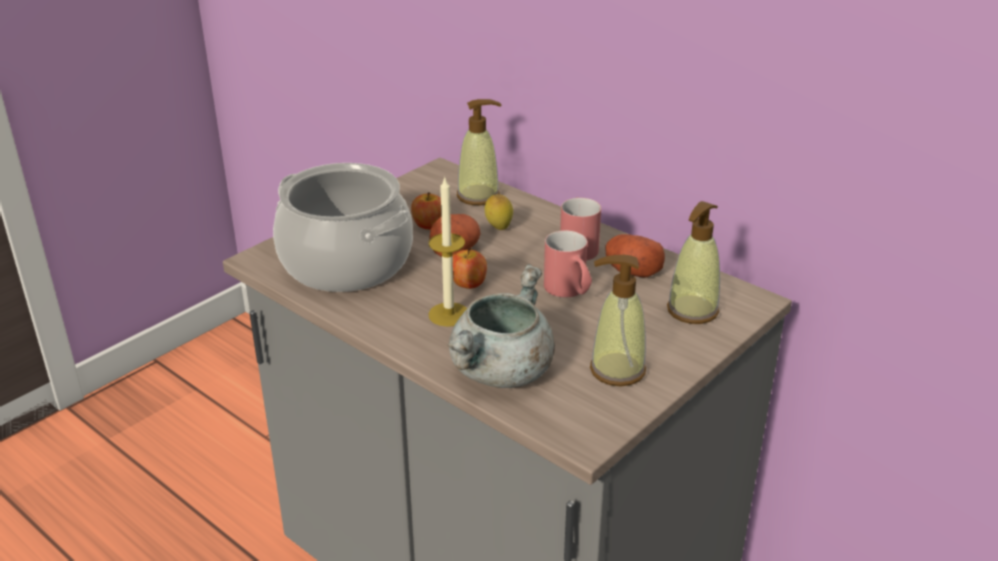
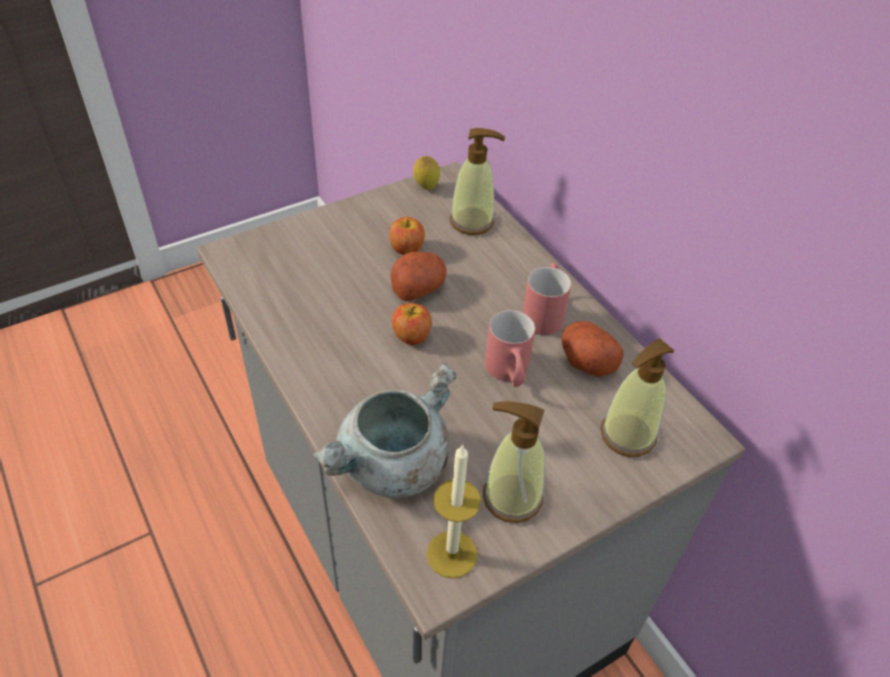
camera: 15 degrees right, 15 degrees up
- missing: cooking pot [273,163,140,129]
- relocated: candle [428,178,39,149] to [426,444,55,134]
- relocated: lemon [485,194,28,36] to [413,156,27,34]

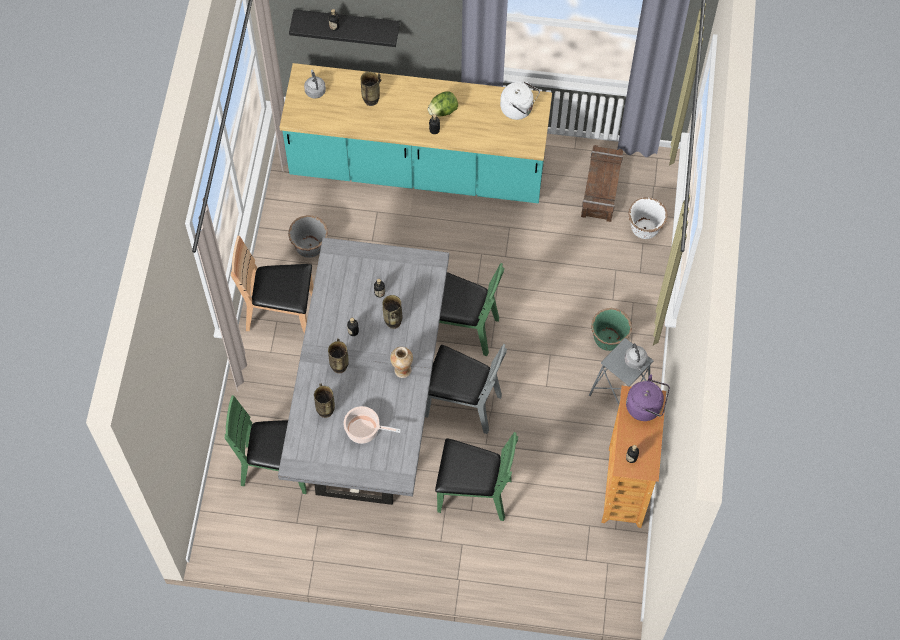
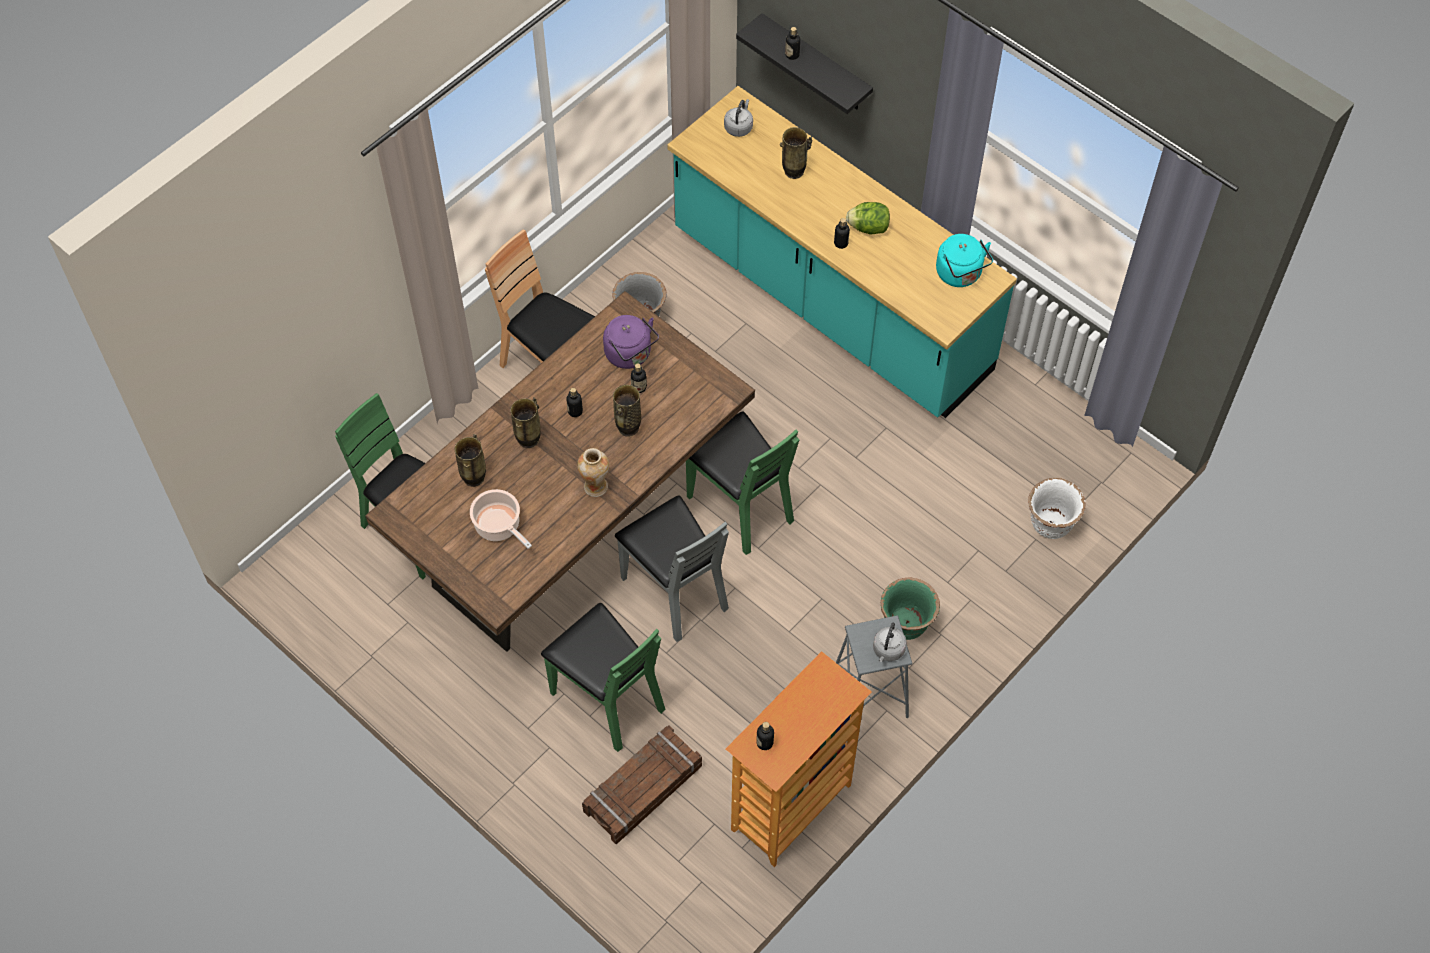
camera: 35 degrees right, 5 degrees down
- colour: kettle/white [500,80,40,40] to kettle/turquoise [936,234,57,53]
- relocated: crate [581,145,42,77] to [582,725,120,119]
- colour: dining table/grey [278,238,171,267] to dining table/brown [365,291,390,361]
- relocated: kettle/purple [626,374,44,47] to [603,315,56,54]

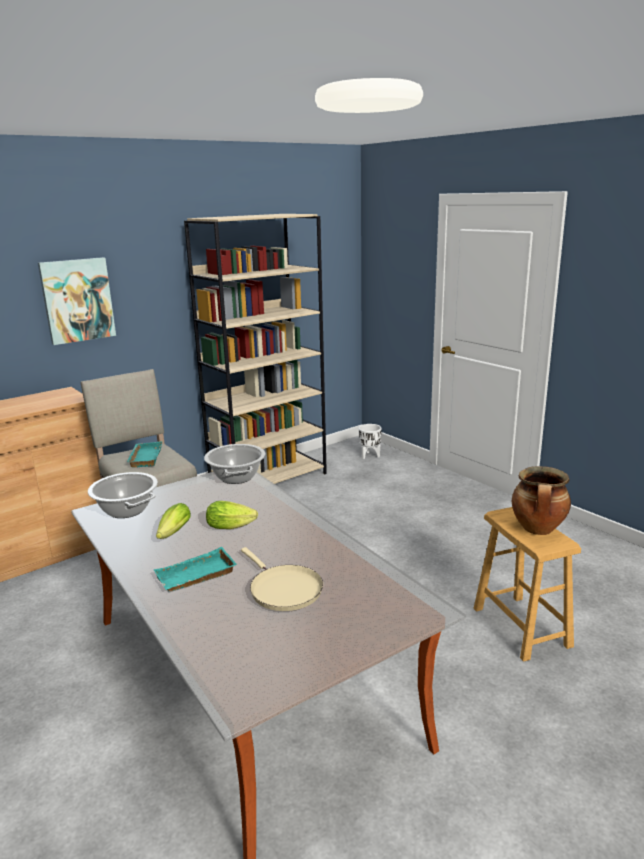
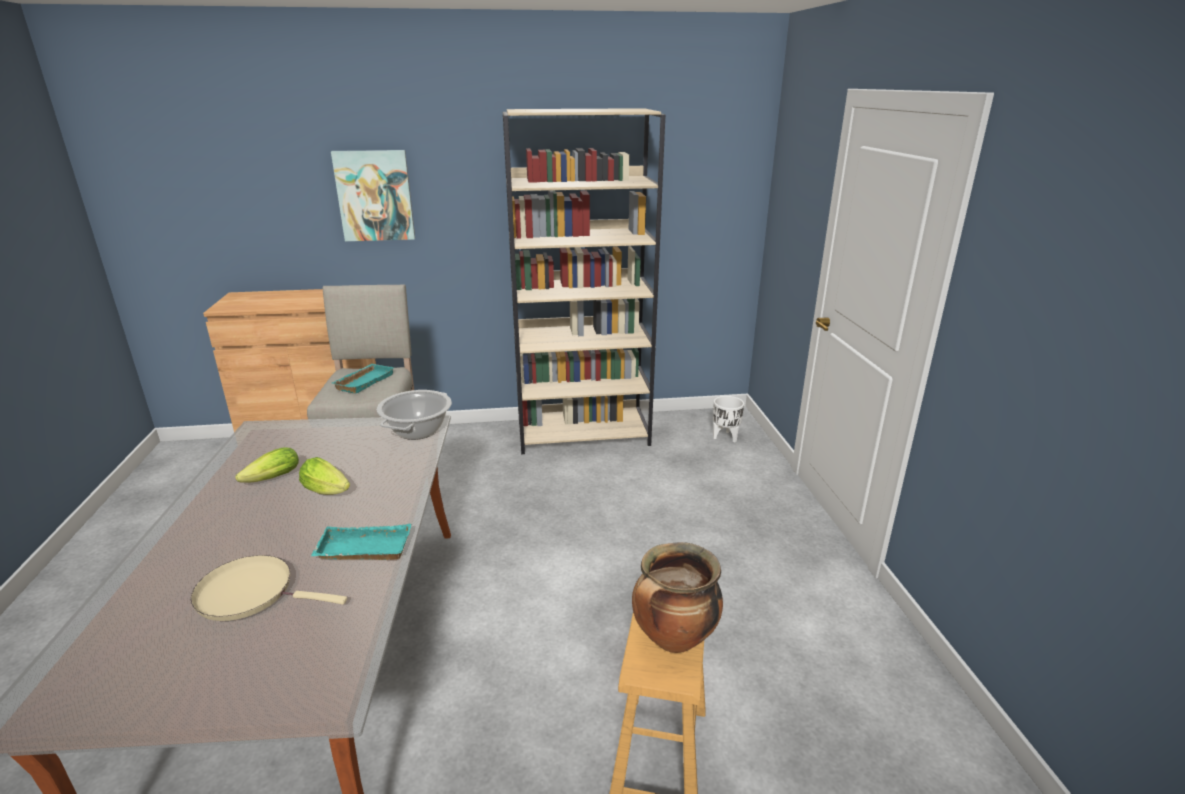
camera: 30 degrees right, 5 degrees up
- missing: cooking pot [88,472,70,46]
- relocated: tray/turquoise [154,547,82,45] to [311,524,100,36]
- spun: frying pan/beige [241,547,82,64] = [190,555,157,66] 105 degrees clockwise

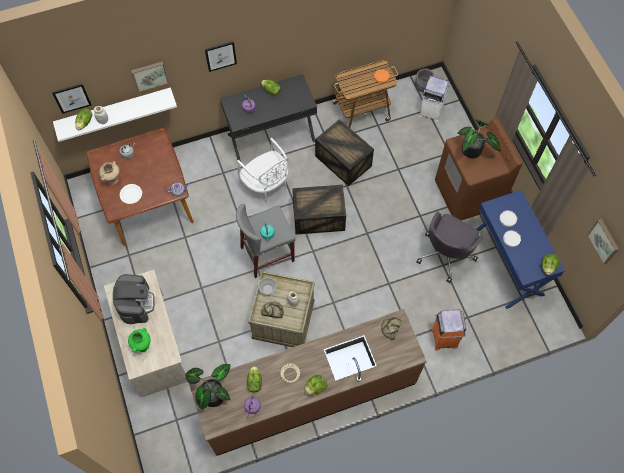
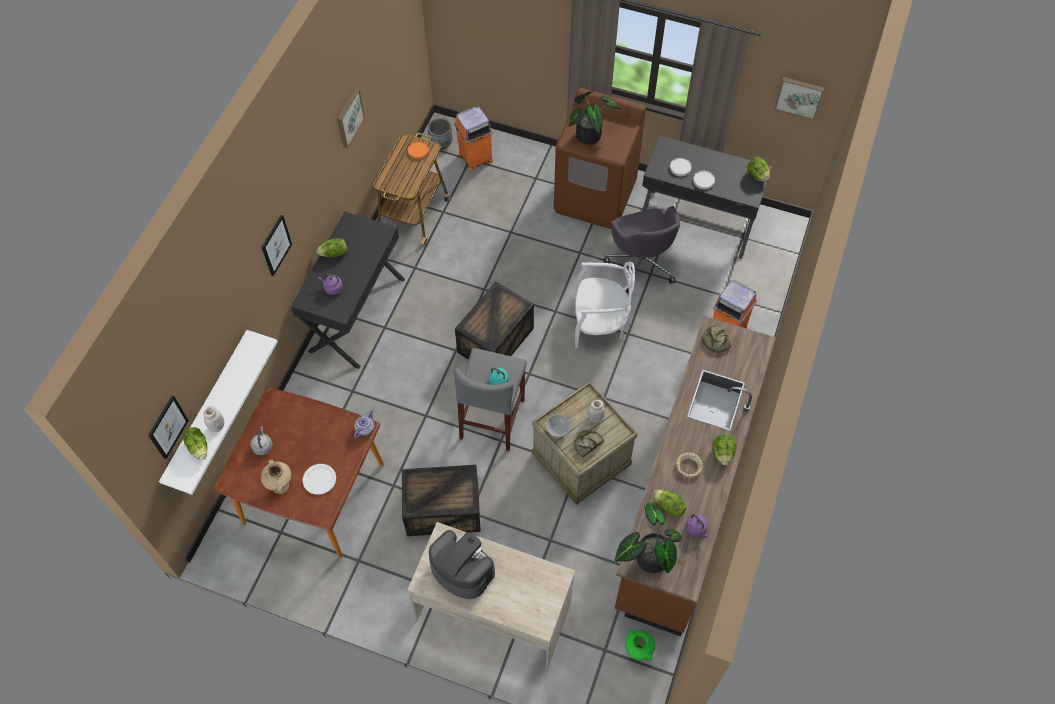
camera: 50 degrees left, 5 degrees down
- relocated: picture [131,62,38,30] to [337,89,28,59]
- colour: trash can/white [419,75,31,47] to trash can/orange [454,106,39,65]
- relocated: crate [315,119,59,67] to [402,465,79,71]
- relocated: chair/white [237,138,52,64] to [575,262,60,86]
- colour: desk/blue [477,190,88,119] to desk/black [642,136,130,123]
- relocated: vase/green [128,328,23,25] to [625,629,30,32]

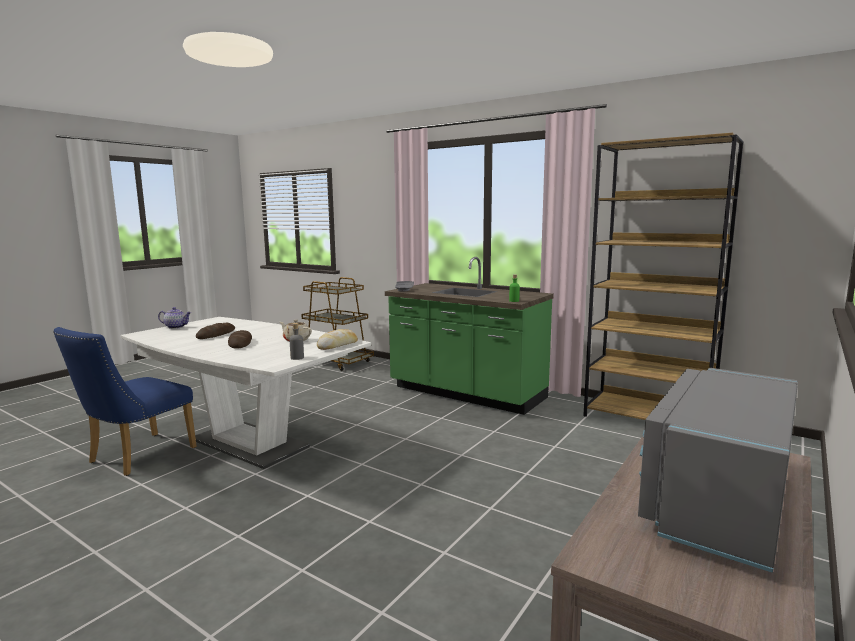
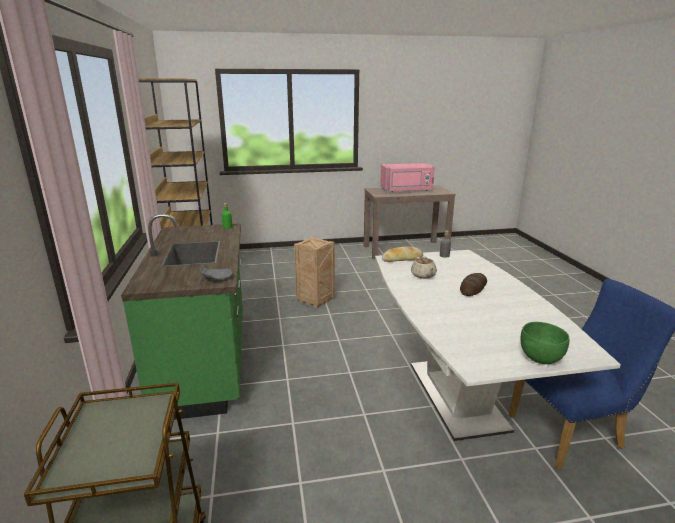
camera: 135 degrees left, 10 degrees up
- exchanged: teapot [158,307,33,22] to bowl/green [520,322,49,42]
- missing: bread [196,323,39,16]
- colour: microwave/grey [638,368,160,205] to microwave/pink [380,163,55,29]
- appeared: crate [294,237,41,71]

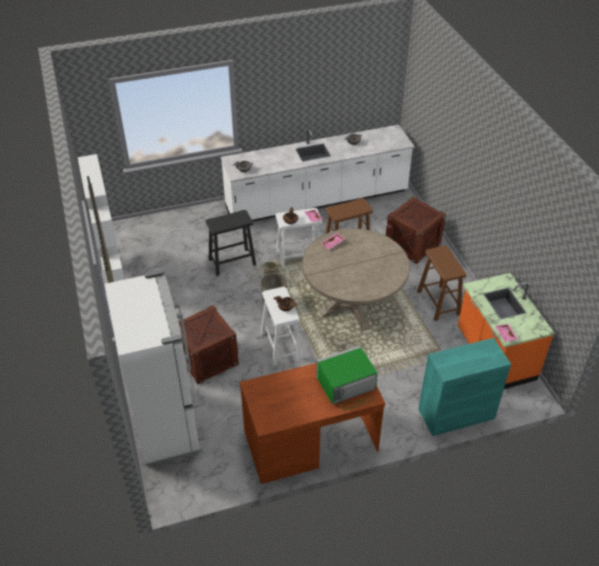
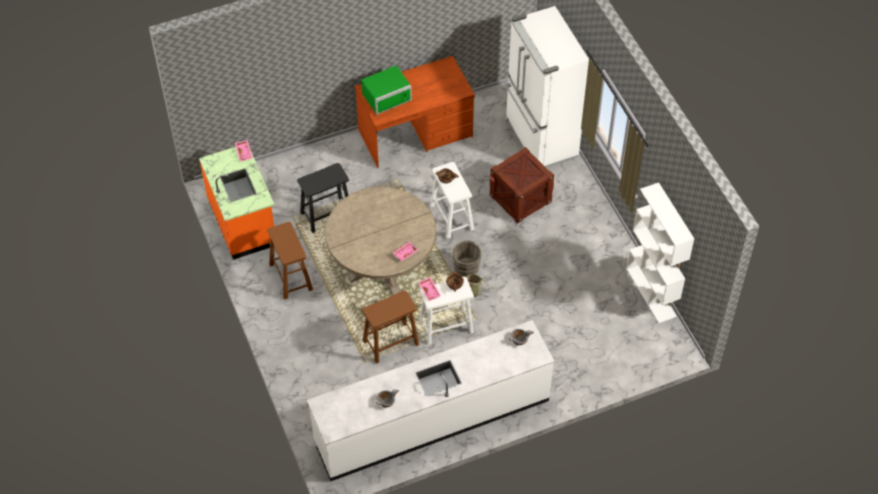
camera: 175 degrees right, 10 degrees up
- missing: crate [386,197,60,67]
- relocated: stool/black [205,210,51,66] to [297,163,52,70]
- missing: cabinet/turquoise [418,338,93,98]

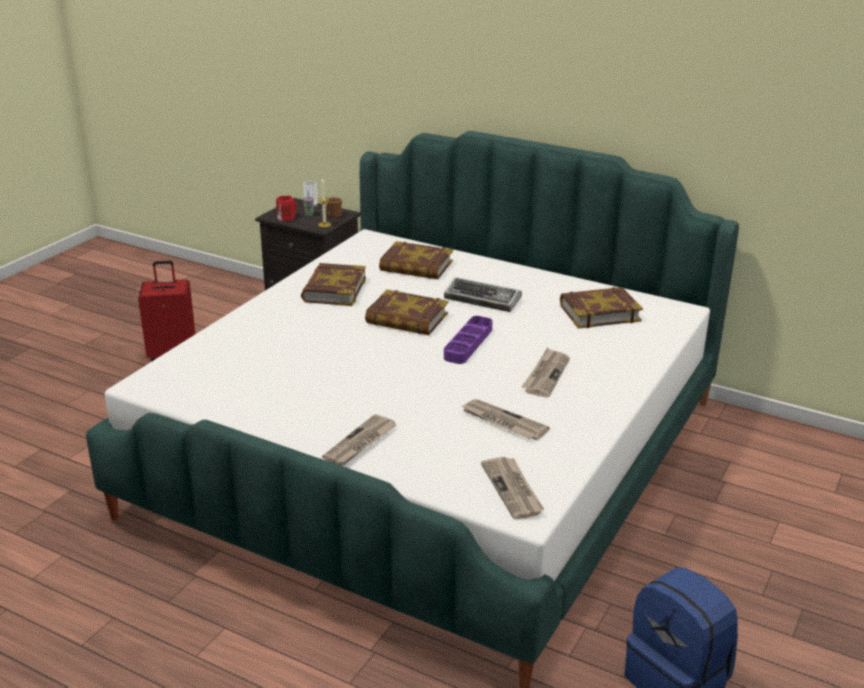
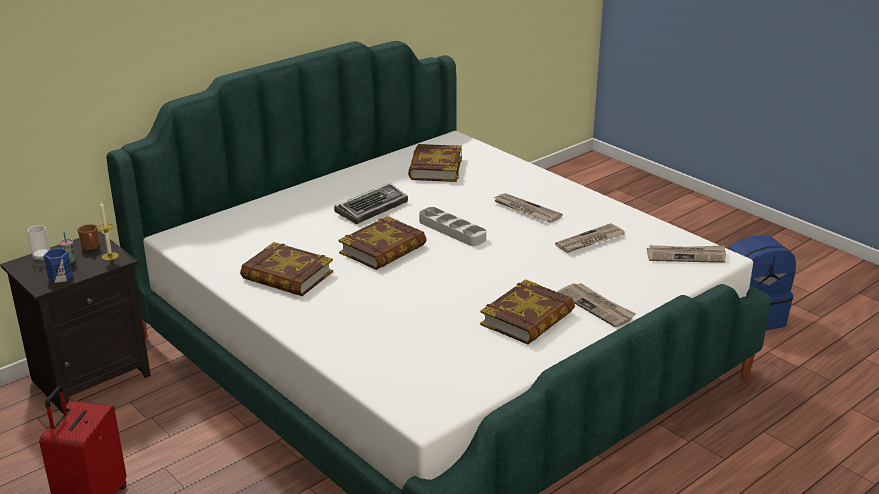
camera: 70 degrees left, 0 degrees up
- colour: mug/red [276,196,21,25] to mug/blue [44,248,29,35]
- relocated: book [379,241,74,38] to [480,279,95,65]
- colour: tray/purple [444,316,49,48] to tray/grey [419,207,67,39]

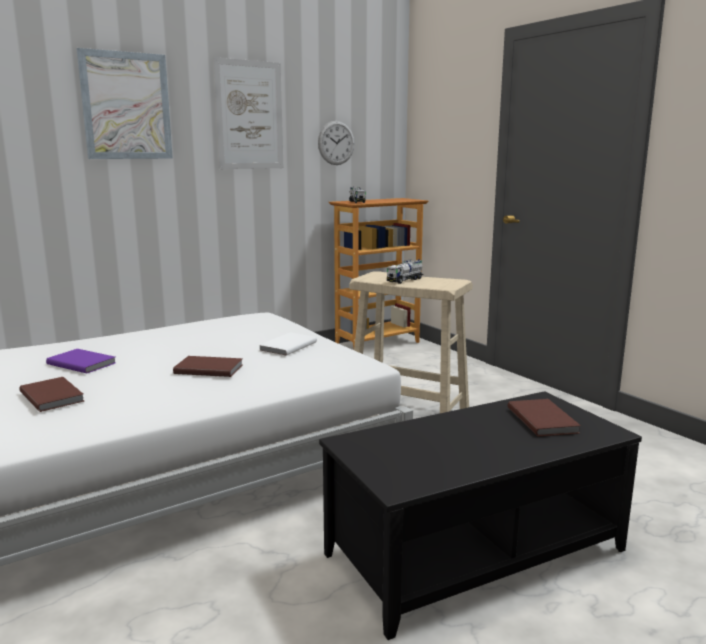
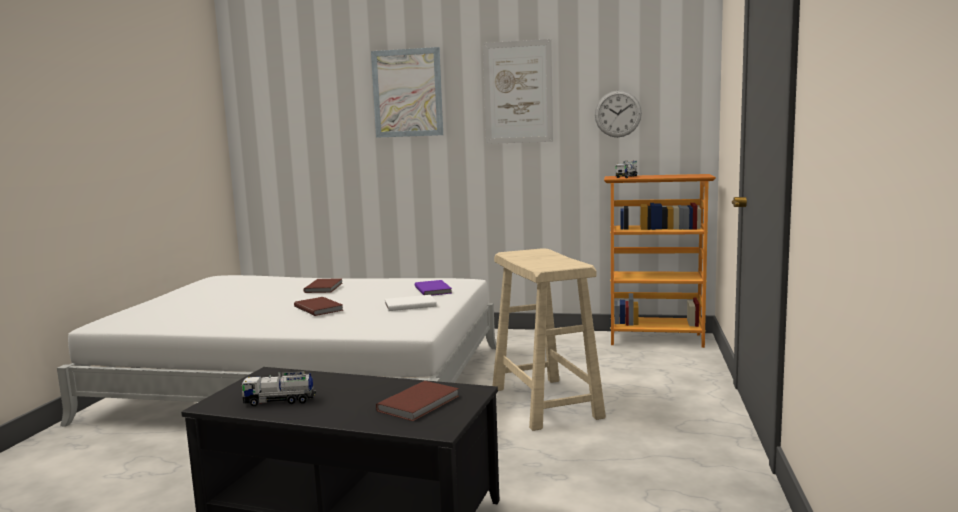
camera: 45 degrees right, 5 degrees down
- relocated: toy truck [387,259,37,25] to [242,371,74,35]
- relocated: book/purple [46,349,69,24] to [415,280,37,16]
- relocated: book/brown [19,377,65,35] to [303,278,40,15]

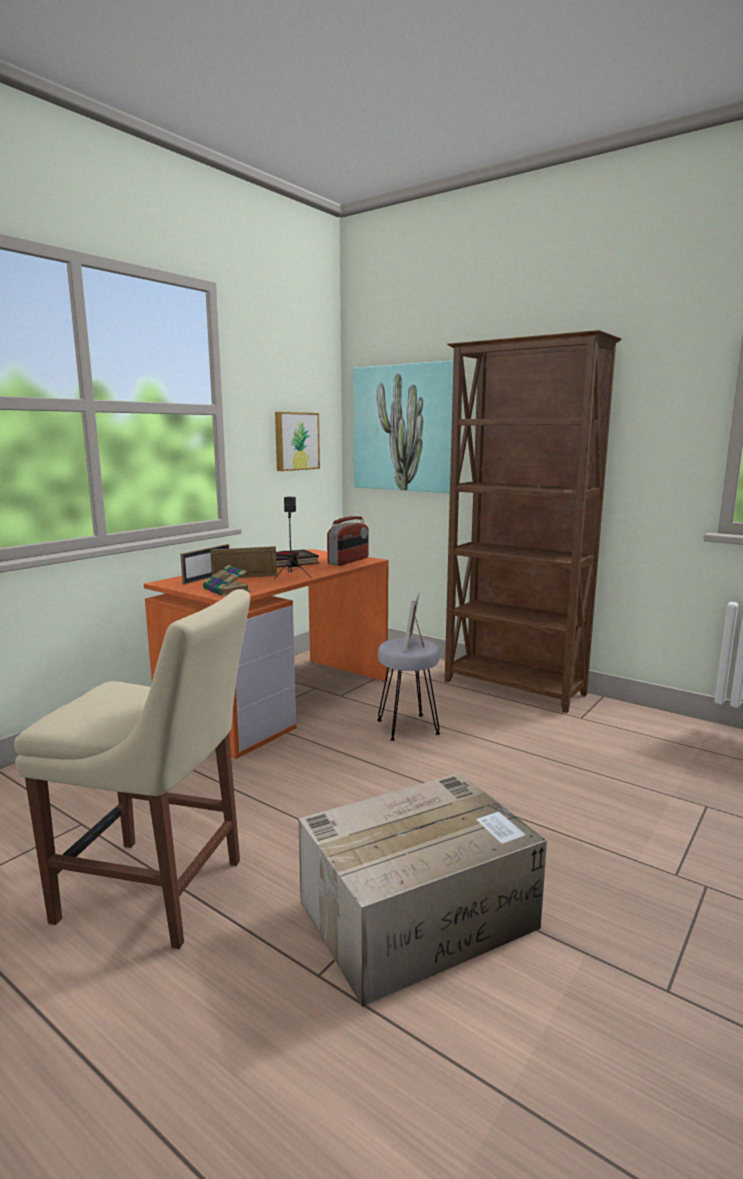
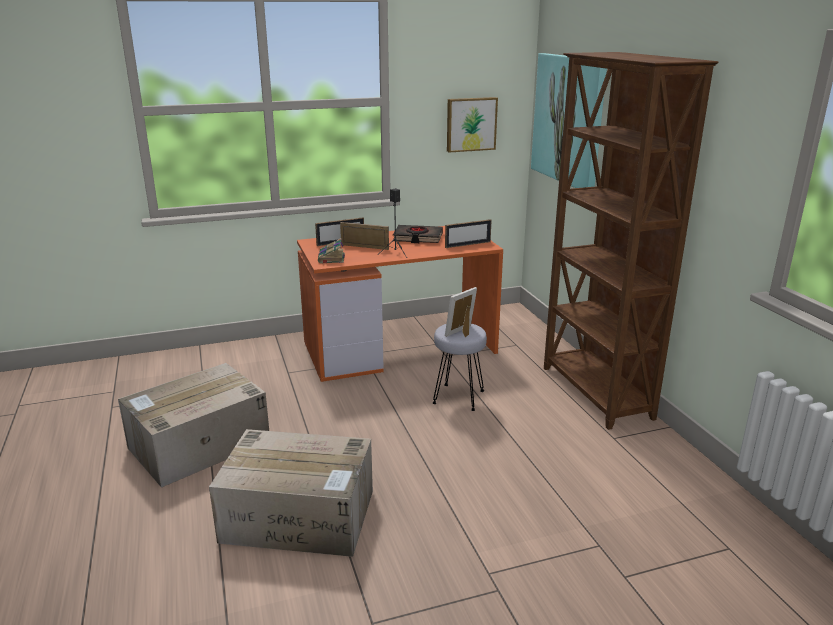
camera: 35 degrees right, 10 degrees up
- exchanged: radio [327,516,42,50] to picture frame [445,219,47,29]
- exchanged: chair/beige [14,589,236,360] to cardboard box [118,363,151,125]

